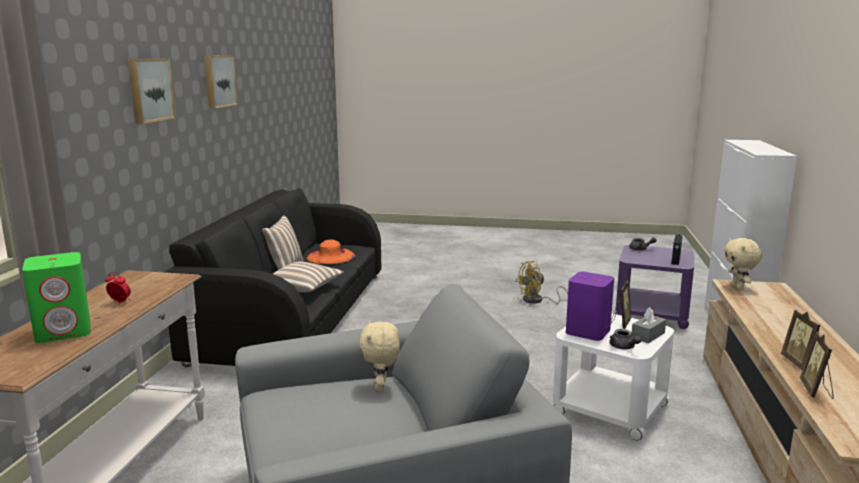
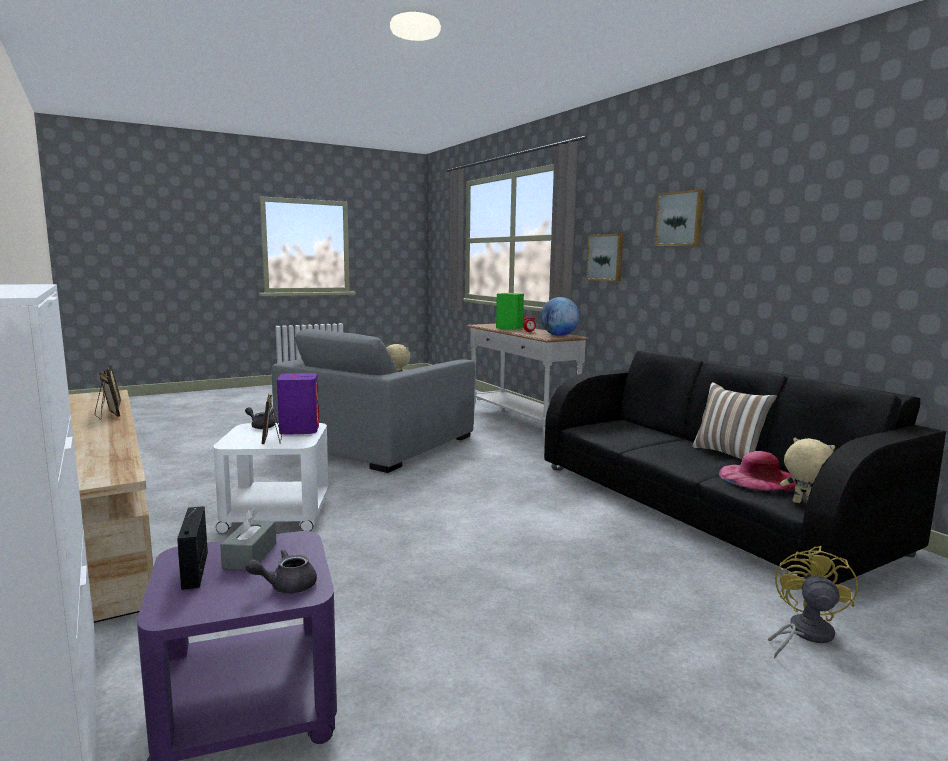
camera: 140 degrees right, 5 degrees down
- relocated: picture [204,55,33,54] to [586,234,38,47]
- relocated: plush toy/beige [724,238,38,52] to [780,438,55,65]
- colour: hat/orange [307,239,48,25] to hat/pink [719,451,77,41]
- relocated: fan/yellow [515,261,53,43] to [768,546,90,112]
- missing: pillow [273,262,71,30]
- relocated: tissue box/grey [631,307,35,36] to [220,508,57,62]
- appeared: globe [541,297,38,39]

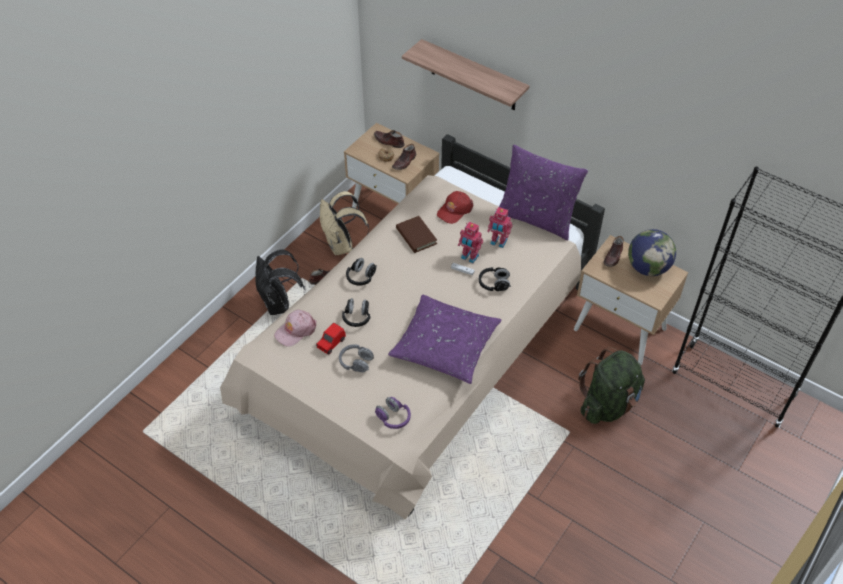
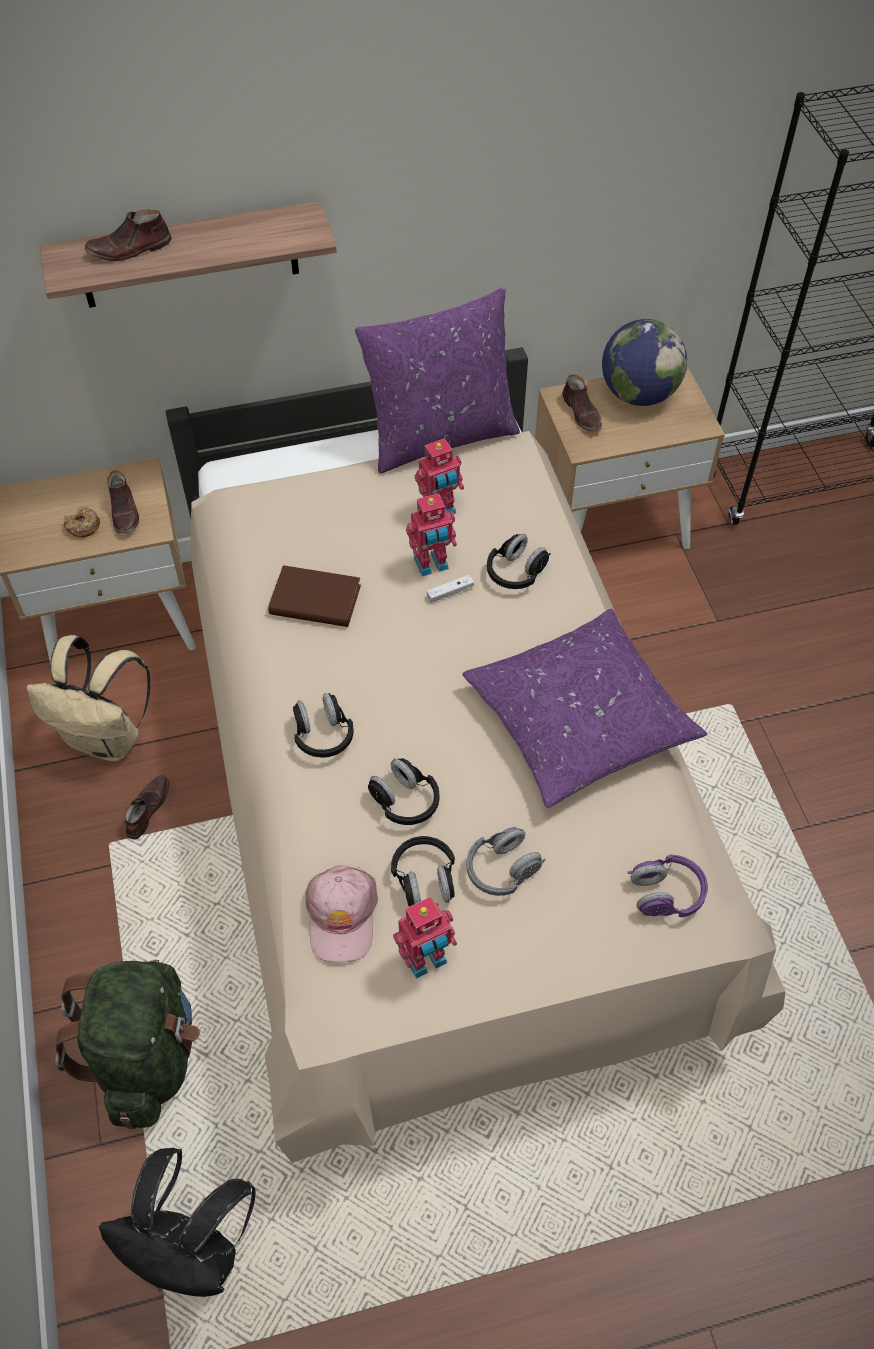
camera: 50 degrees left, 5 degrees up
- relocated: shoe/brown [374,130,31,18] to [85,210,86,51]
- missing: cap/red [437,191,36,33]
- relocated: backpack/black [255,249,50,66] to [99,1148,157,149]
- exchanged: toy car/red [316,323,30,31] to headphones/black [391,836,64,70]
- relocated: backpack/green [578,347,67,77] to [55,960,145,169]
- appeared: toy robot [393,897,64,81]

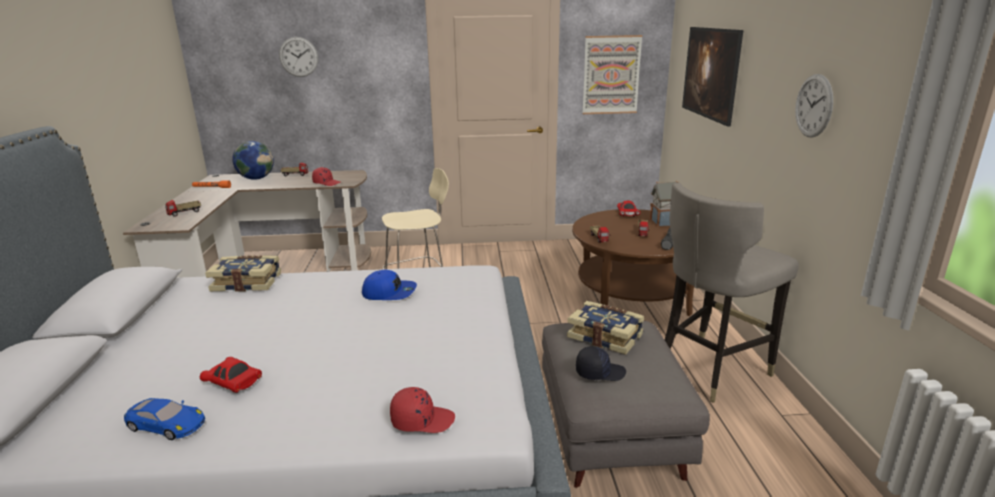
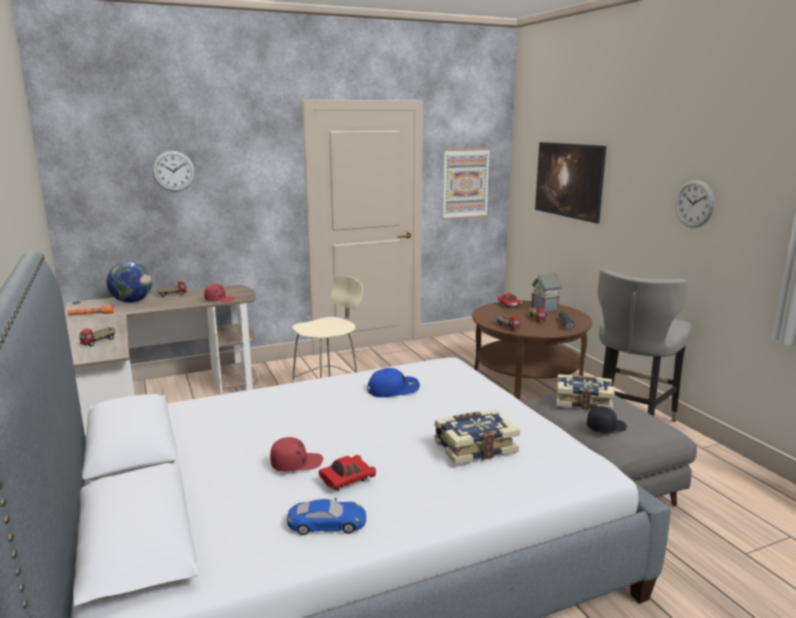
camera: 20 degrees left, 5 degrees down
- relocated: book [205,255,76,37] to [434,409,86,56]
- spun: toy car/red [200,357,62,36] = [319,455,57,35] 135 degrees clockwise
- relocated: cap/red [390,387,65,46] to [270,437,53,35]

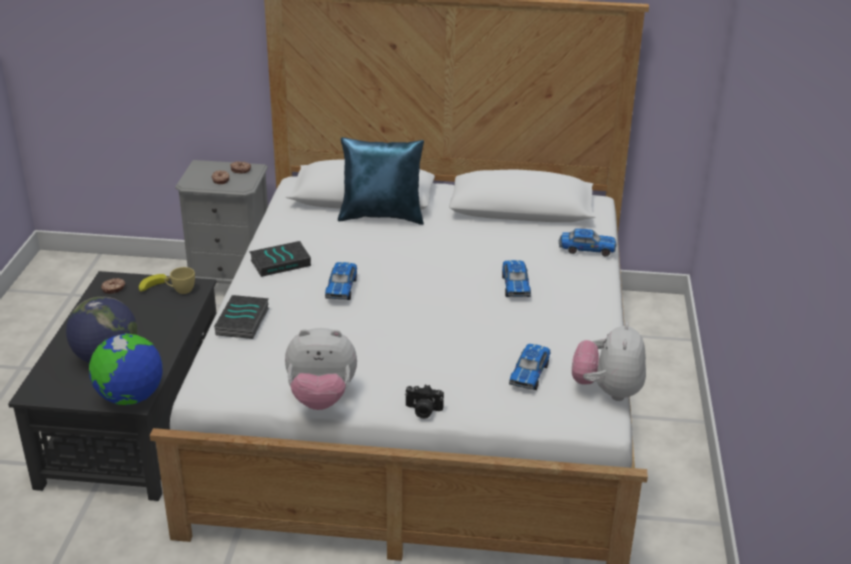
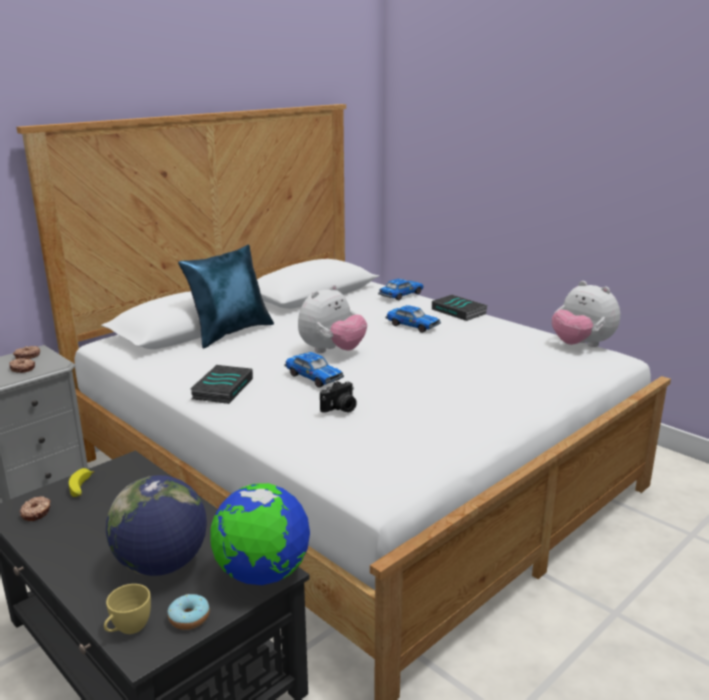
camera: 50 degrees left, 10 degrees down
- relocated: cup/yellow [164,267,31,27] to [104,584,47,50]
- relocated: book [214,295,55,44] to [432,295,56,26]
- relocated: plush toy [285,328,72,82] to [298,285,69,68]
- missing: toy car [509,344,41,46]
- relocated: photo camera [405,385,39,34] to [320,381,37,32]
- appeared: donut [167,594,43,36]

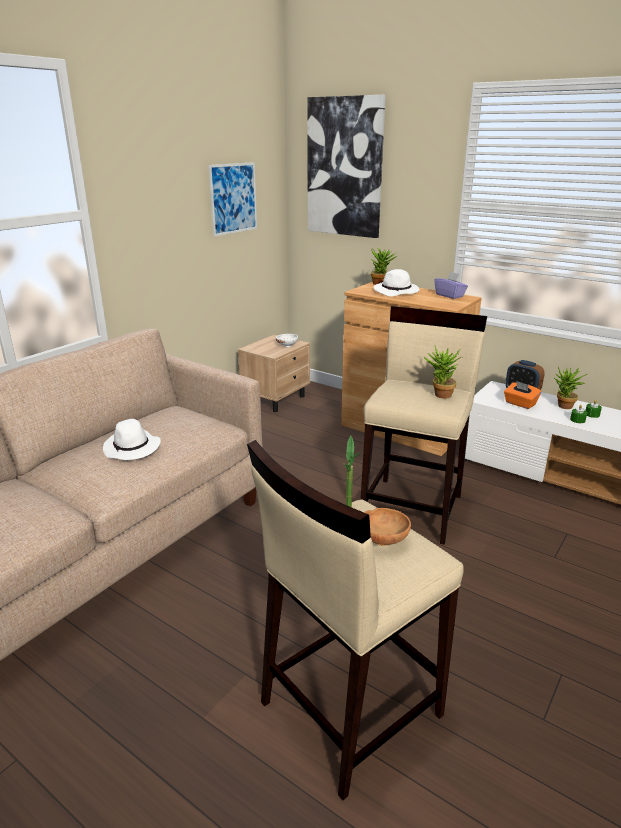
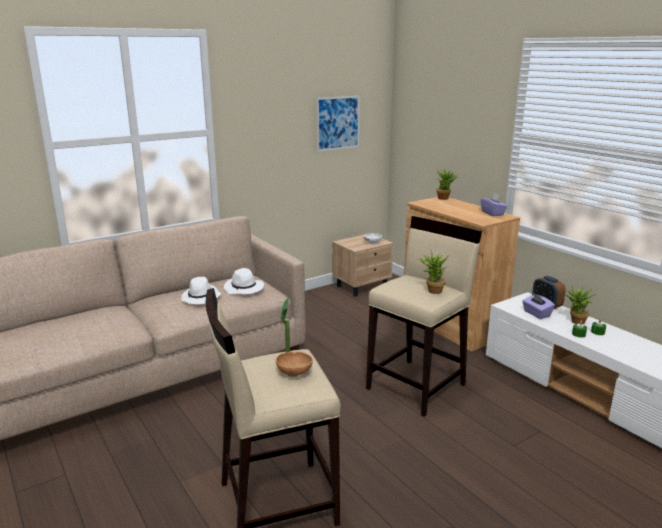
camera: 20 degrees right, 5 degrees down
- missing: picture [307,95,78,143]
- relocated: hat/white [374,269,46,27] to [224,268,40,26]
- colour: tissue box/orange [504,381,37,28] to tissue box/purple [522,293,33,26]

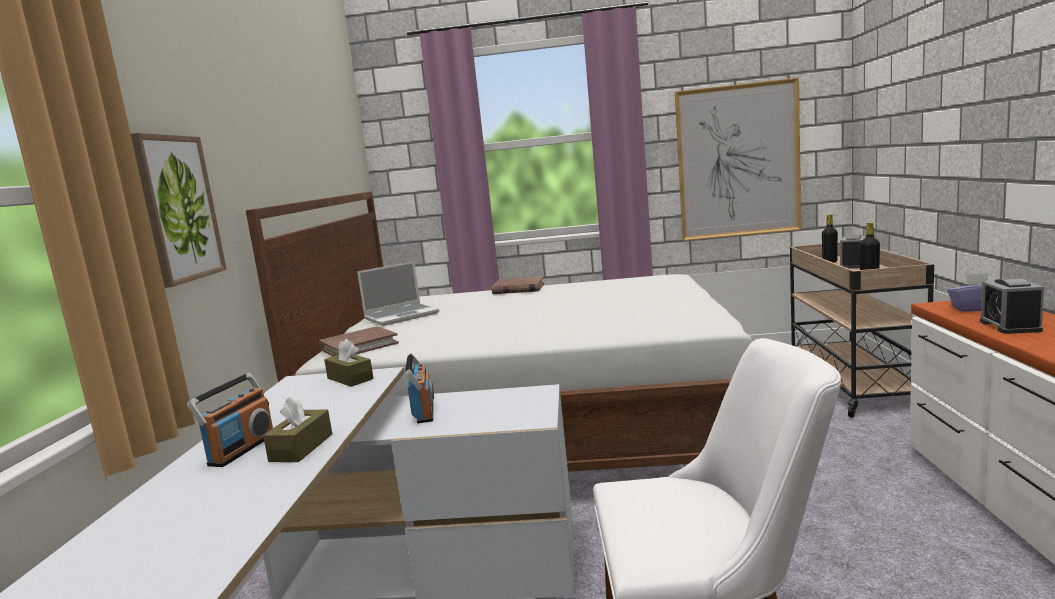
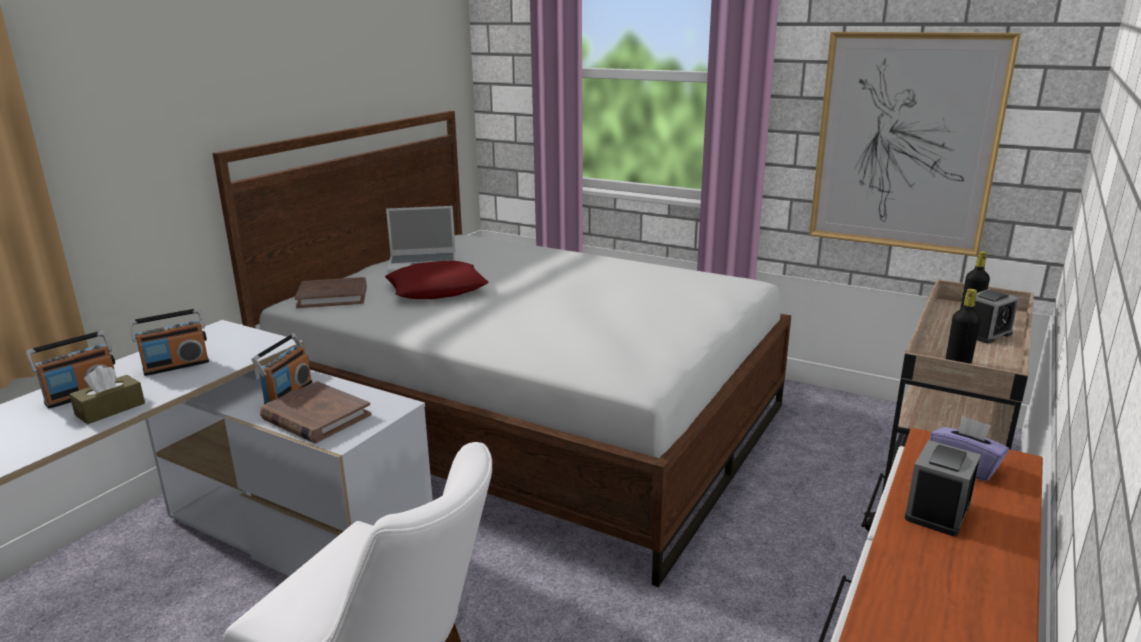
camera: 25 degrees right, 10 degrees up
- missing: picture [131,133,96,155]
- relocated: book/brown [491,276,54,18] to [260,381,111,62]
- missing: tissue box/brown [324,339,50,48]
- appeared: pillow/red [385,261,104,38]
- appeared: radio [129,308,80,68]

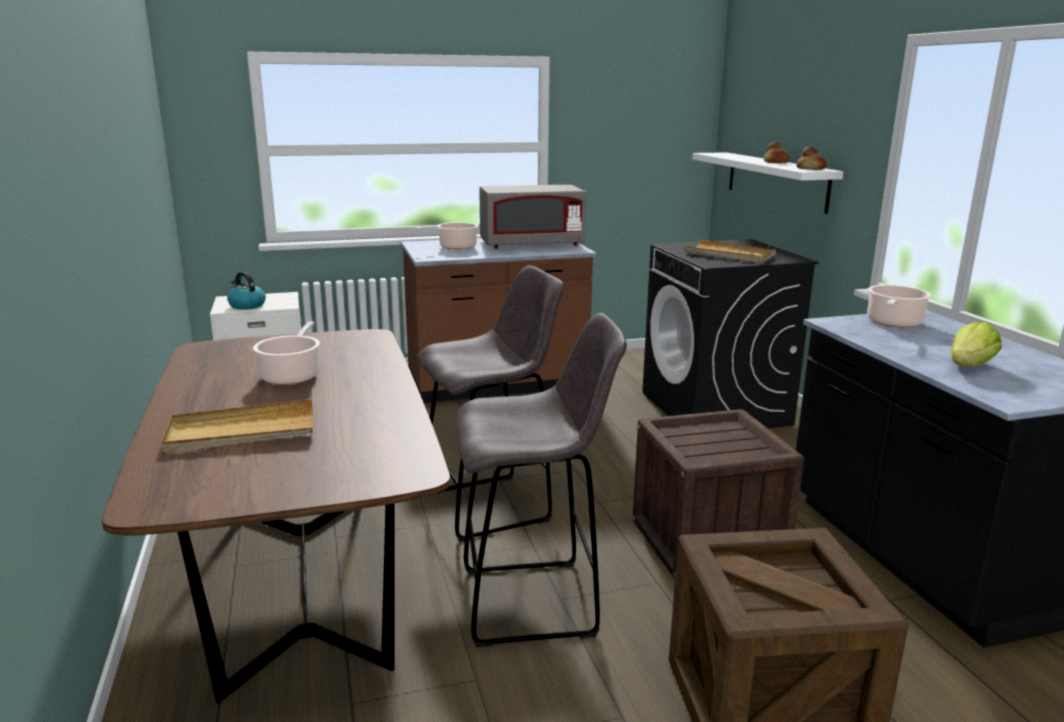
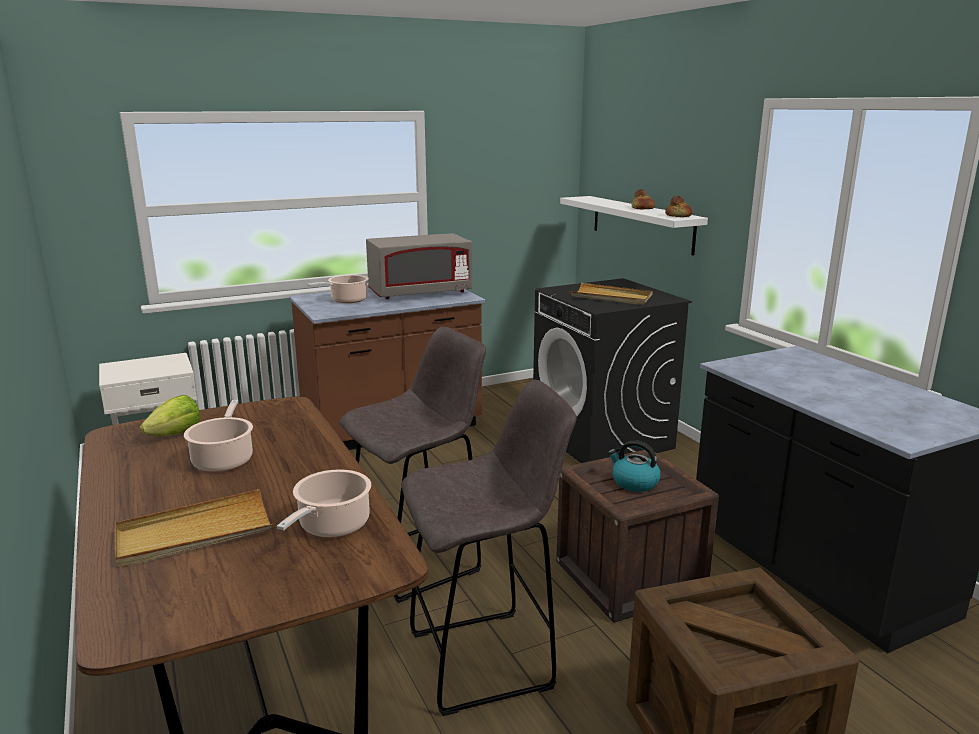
camera: 10 degrees left, 0 degrees up
- relocated: kettle [227,272,39,38] to [608,440,53,52]
- relocated: cooking pot [867,285,65,43] to [277,469,94,69]
- relocated: lettuce [950,321,52,46] to [140,395,60,42]

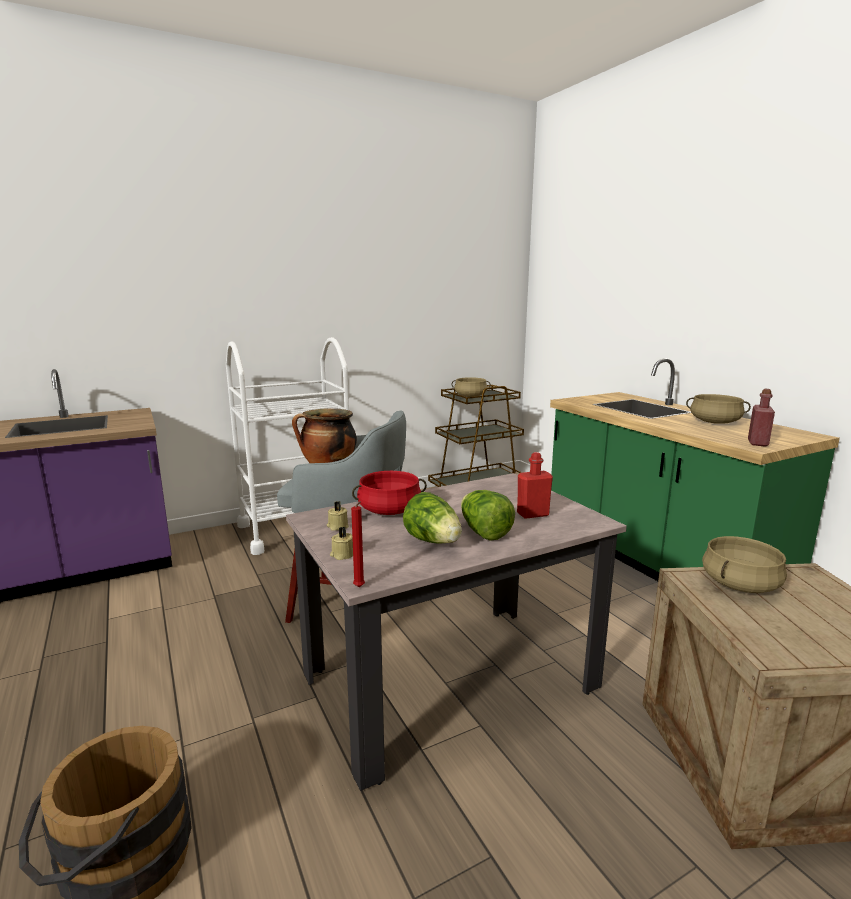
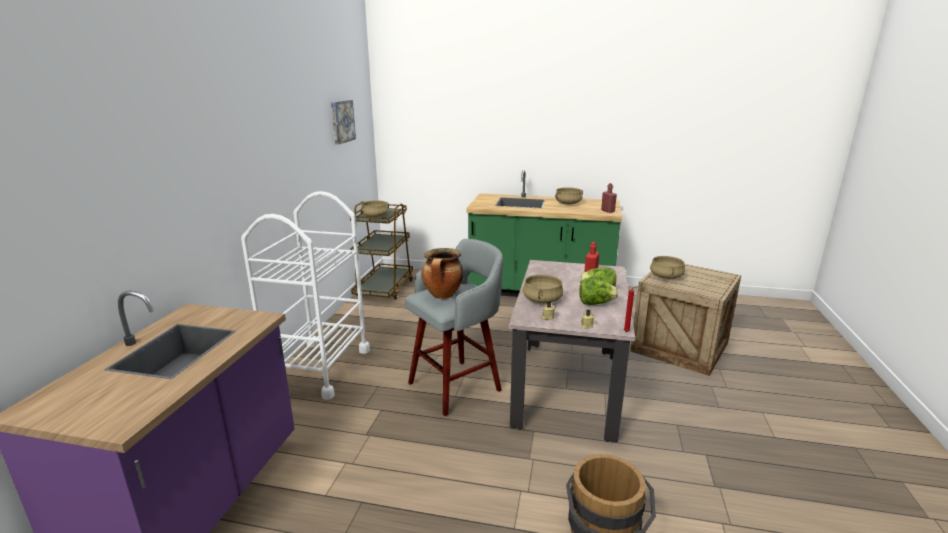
camera: 50 degrees left, 5 degrees up
- colour: cooking pot/red [352,471,75,44] to cooking pot/beige [523,274,40,29]
- appeared: picture [331,100,25,44]

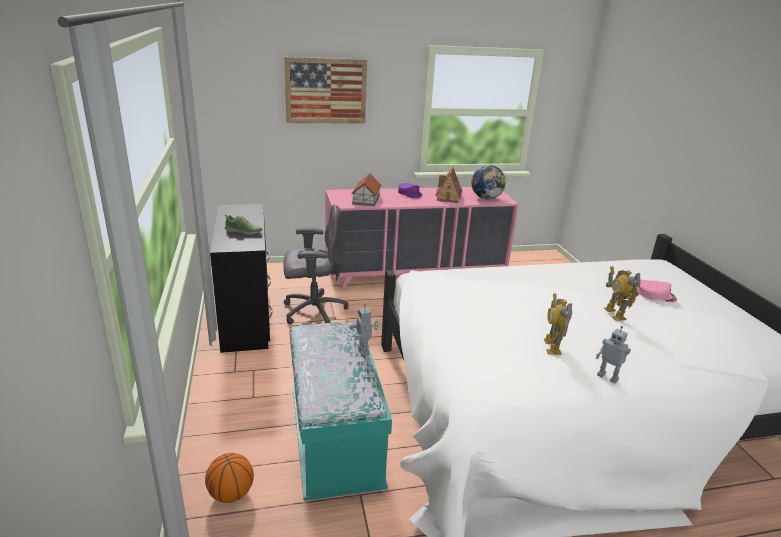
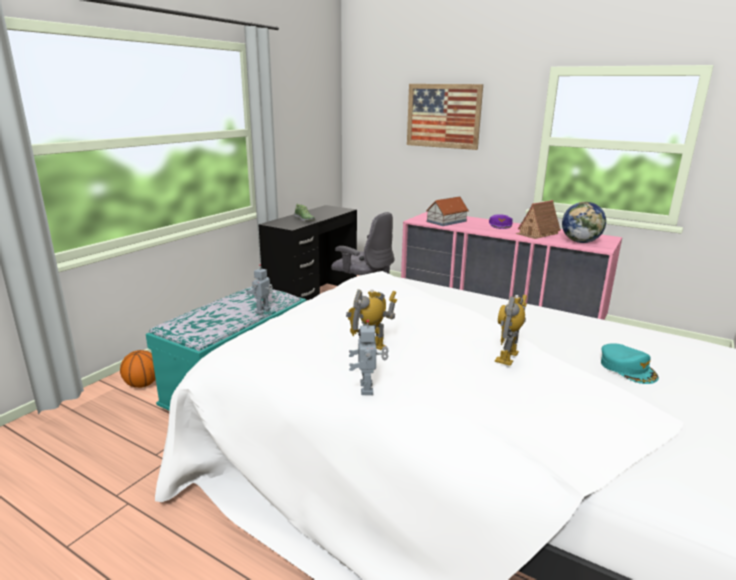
camera: 45 degrees right, 5 degrees down
- colour: cap/pink [637,280,40,23] to cap/turquoise [601,343,58,41]

